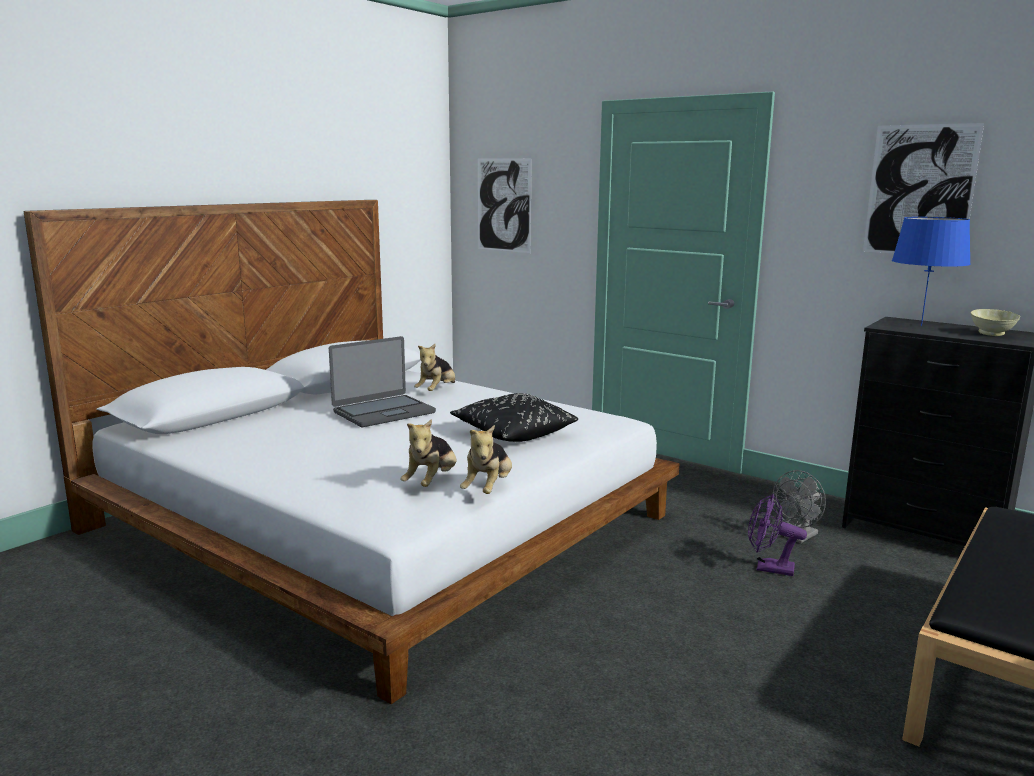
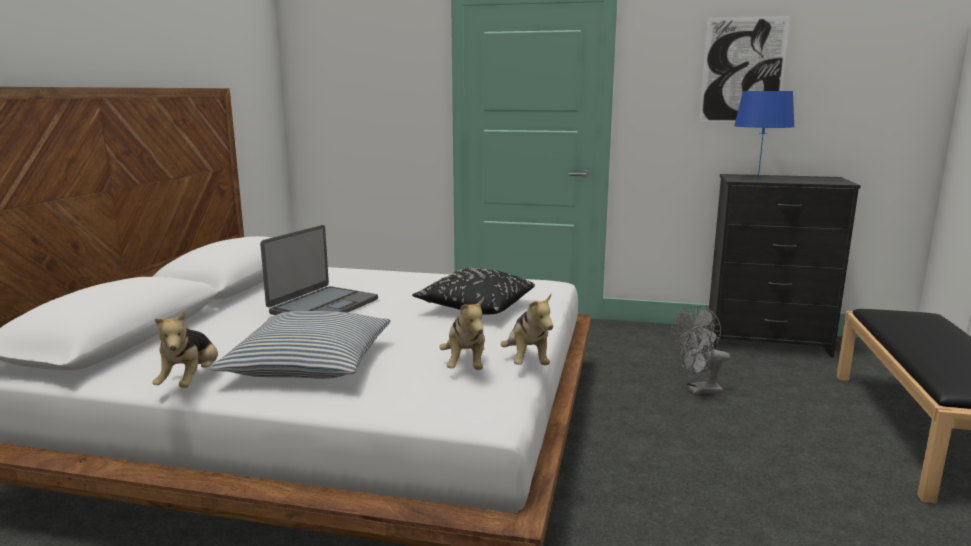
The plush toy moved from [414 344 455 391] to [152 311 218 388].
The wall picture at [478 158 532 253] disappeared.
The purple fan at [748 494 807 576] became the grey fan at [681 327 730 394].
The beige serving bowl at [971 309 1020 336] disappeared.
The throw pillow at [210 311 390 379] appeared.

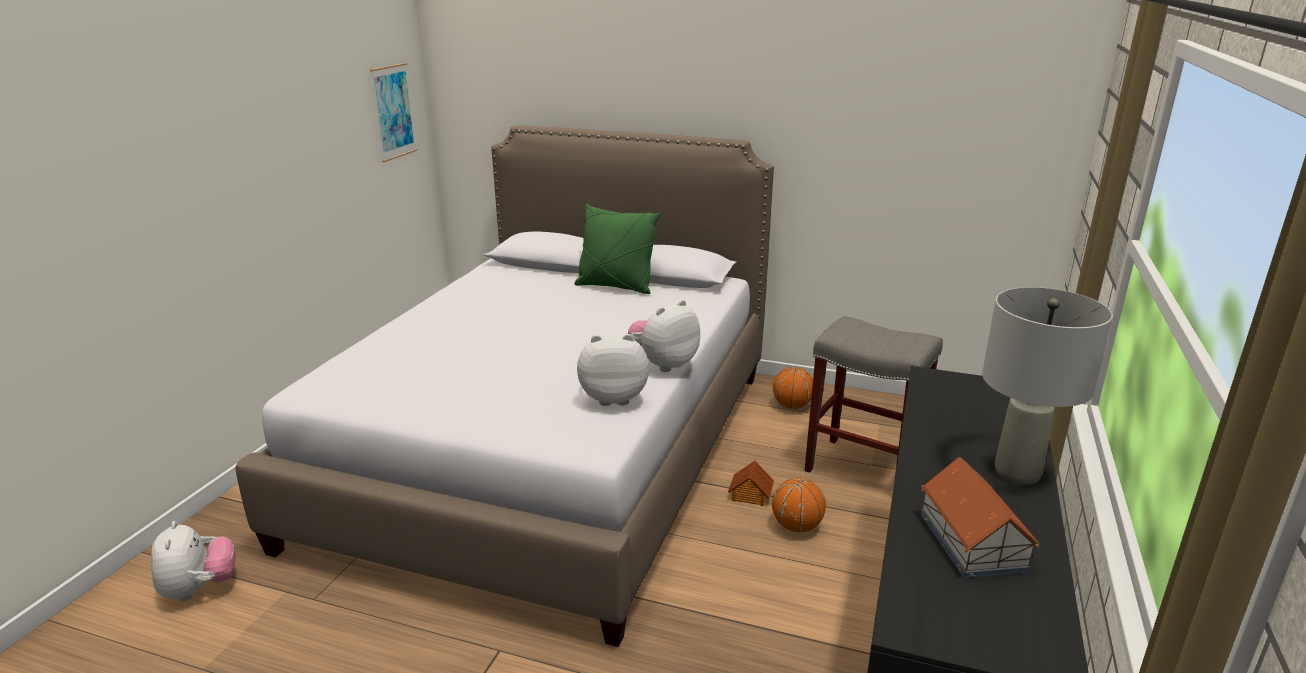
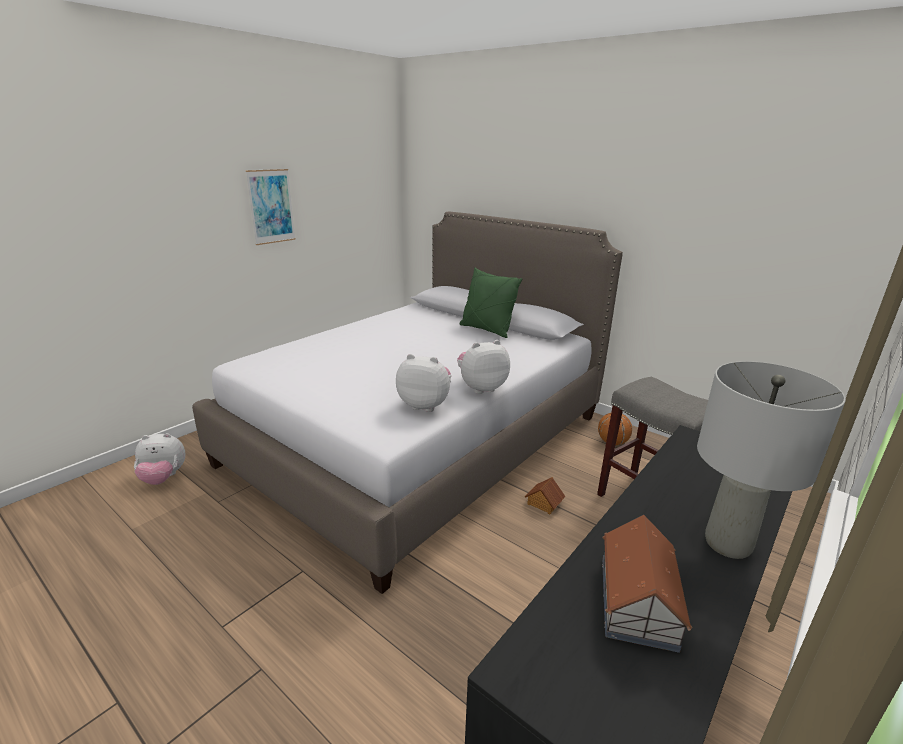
The plush toy at [151 521 236 601] turned 75 degrees clockwise.
The wall picture moved from [370 63 417 162] to [246 169 296 245].
The ball for basketball at [772 478 826 532] disappeared.

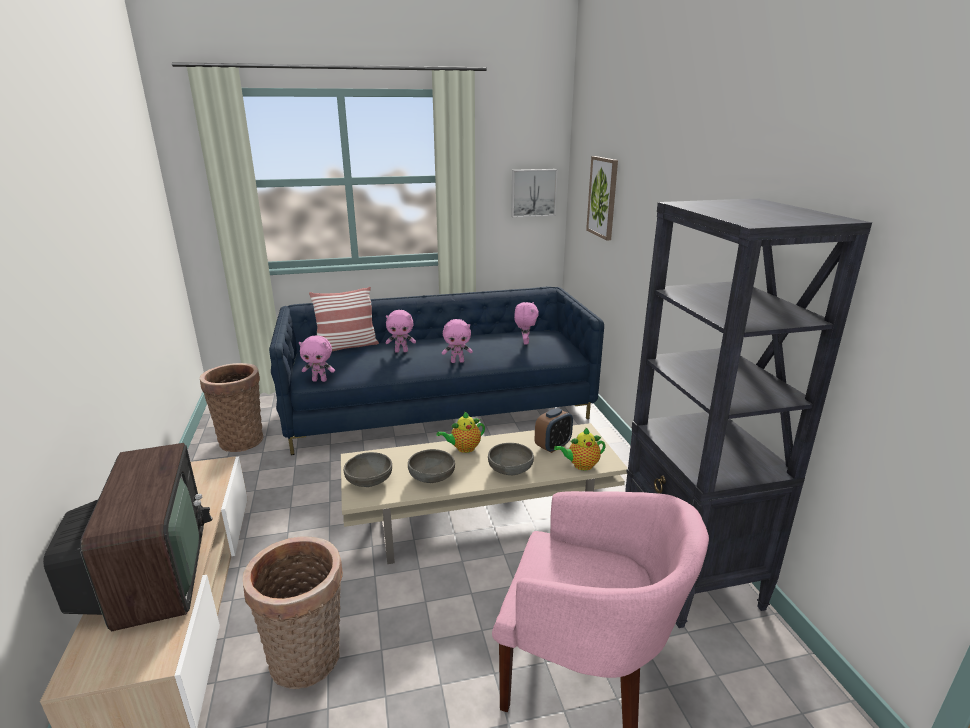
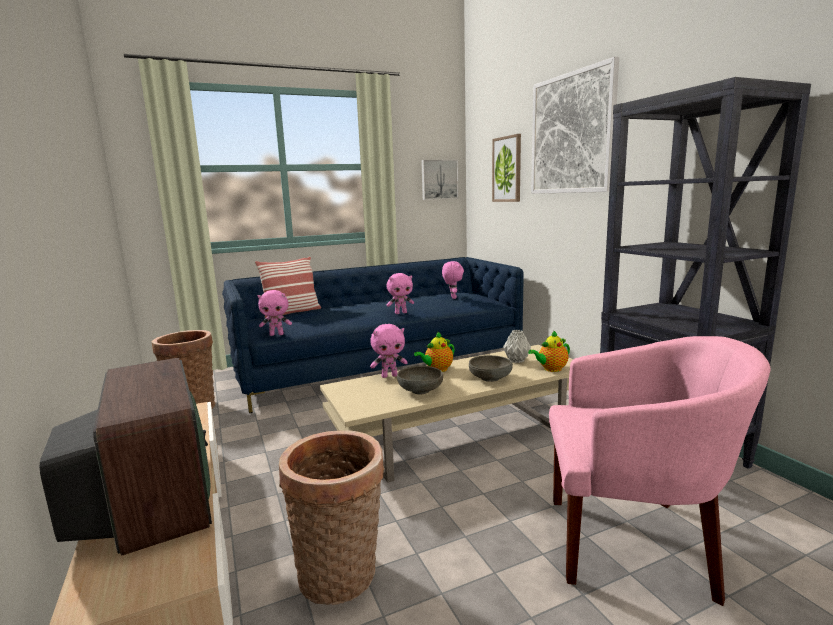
The grey serving bowl at [344 452 392 487] disappeared.
The pink plush toy moved from [386 310 416 352] to [370 324 408 378].
The bedside clock at [535 408 573 453] was replaced by the grey decorative vase at [503 330 531 363].
The wall picture at [531 57 619 194] appeared.

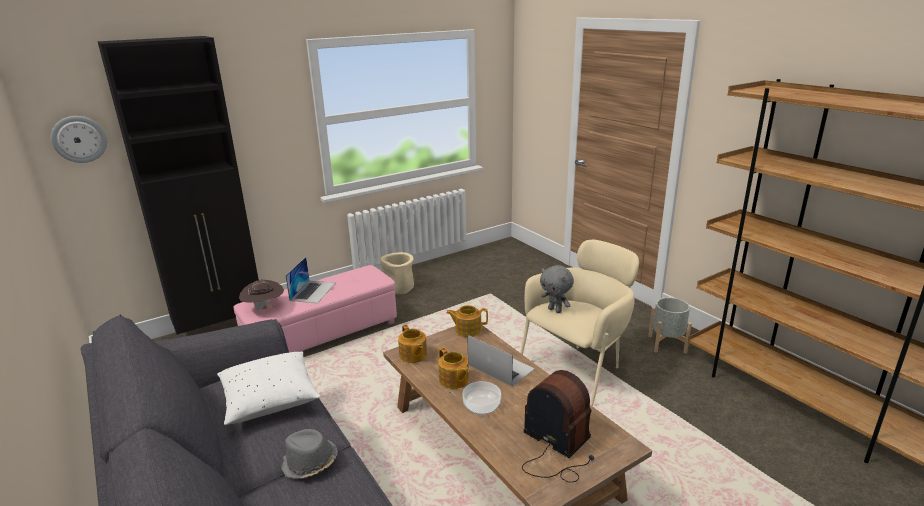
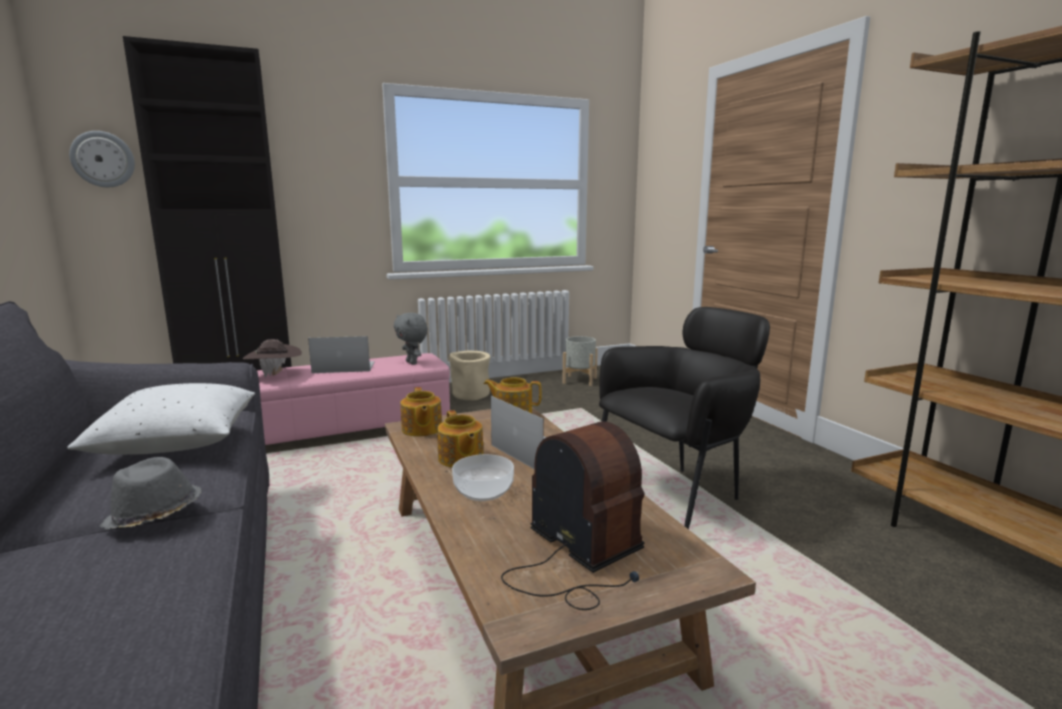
The notebook computer at [285 257 335 303] turned 120 degrees counterclockwise.
The beige easy chair at [520 240 639 406] became the black easy chair at [599 307 770 529].
The grey plush toy moved from [540 265 574 313] to [394 313 428 365].
The grey planter moved from [648 297 692 354] to [562 336 598 386].

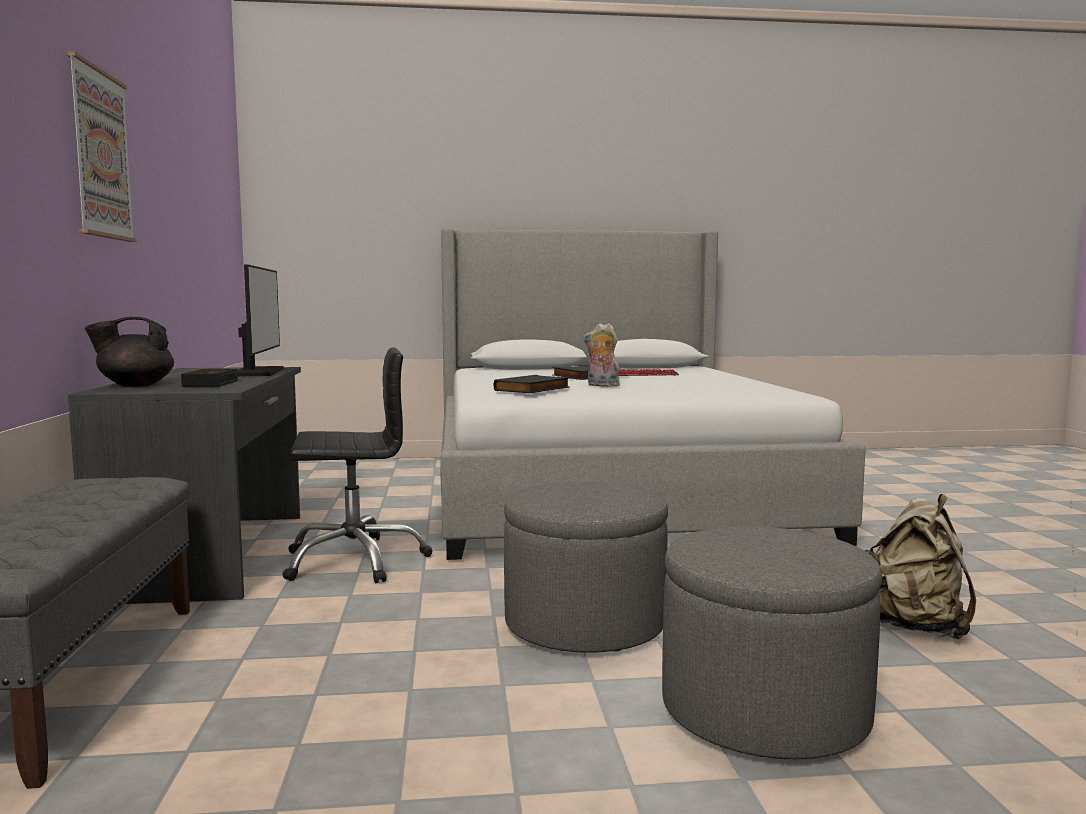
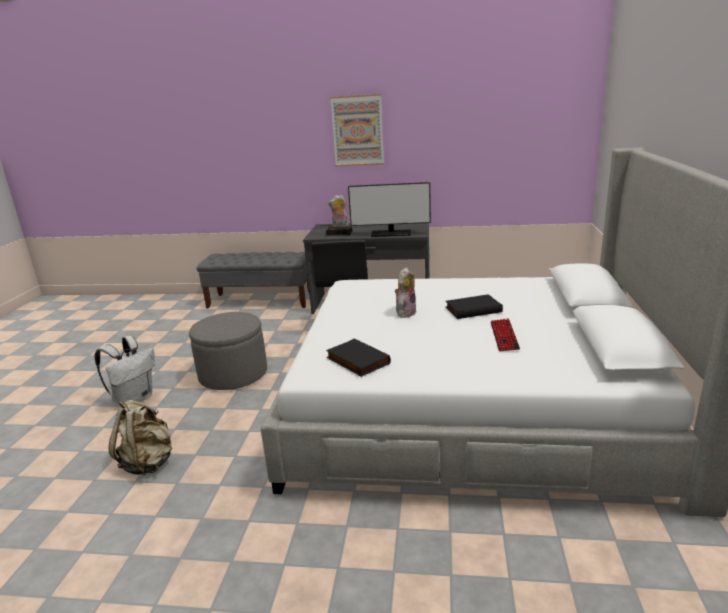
The black tea pot at [85 317 174 387] was replaced by the plush toy at [328 195 349 227].
The black volume moved from [494 375 570 393] to [326 339 391 377].
The grey ottoman at [662 526 882 759] was replaced by the white rucksack at [94 336 155 404].

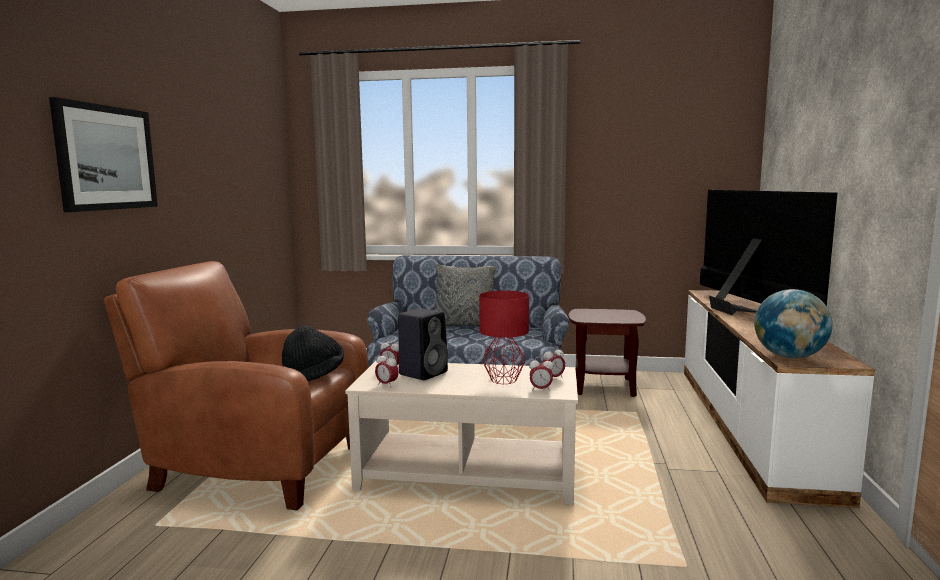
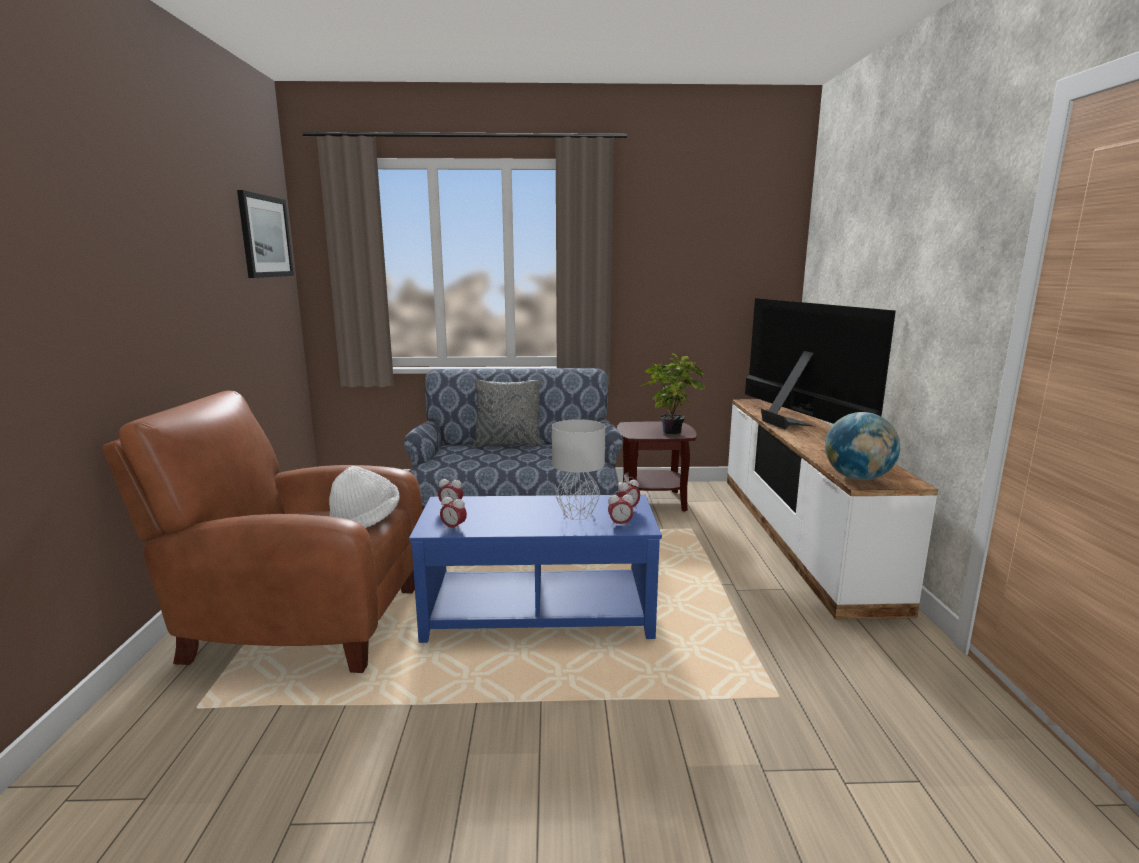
The wall picture moved from [49 97 158 212] to [237 190 294 278].
The black wearable hat at [282 325 344 381] became the white wearable hat at [329 466 400 528].
The beige low table at [345 361 578 505] became the blue-coloured low table at [409 495 662 643].
The black speaker at [398 308 448 380] disappeared.
The reddish lamp for a table at [479 291 529 384] became the grey lamp for a table at [552 419 605 520].
The potted plant at [641 353 705 435] appeared.

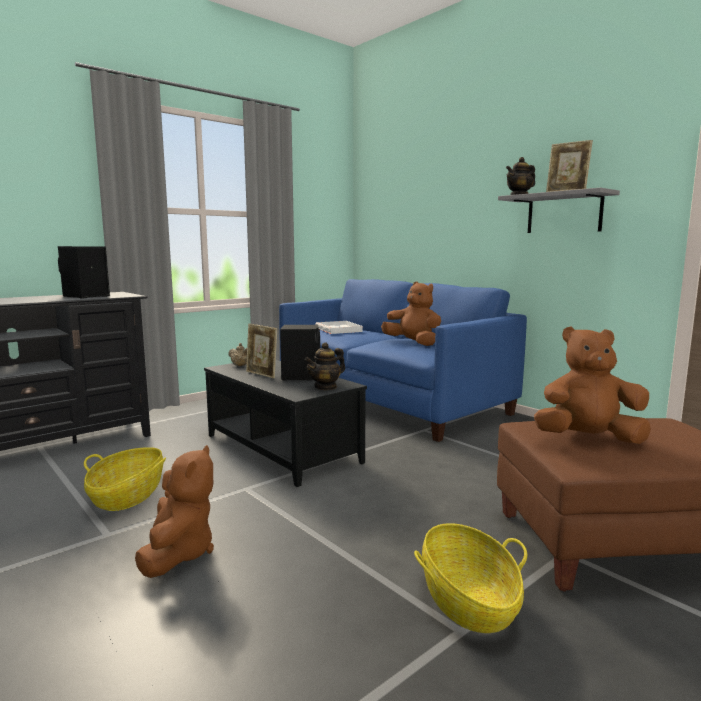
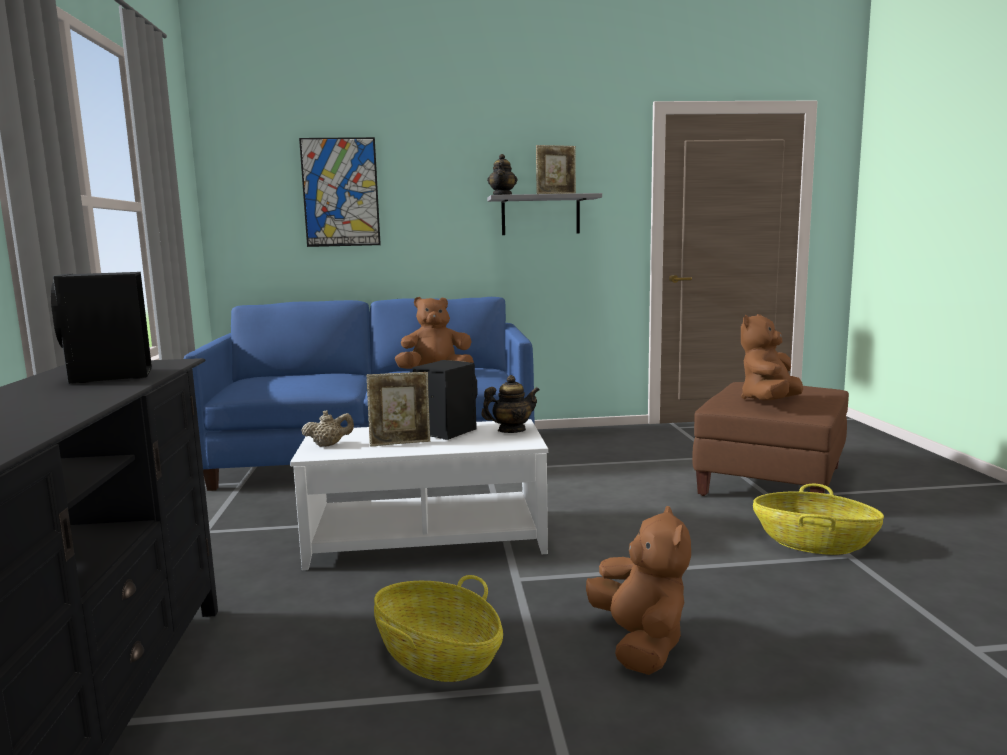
The brown plush toy at [135 445 214 578] turned 45 degrees clockwise.
The black low table at [204 360 367 487] became the white low table at [290 419 548 570].
The tea pot at [305 342 345 390] turned 105 degrees counterclockwise.
The white tray at [315 321 363 334] disappeared.
The wall picture at [299 137 381 247] appeared.

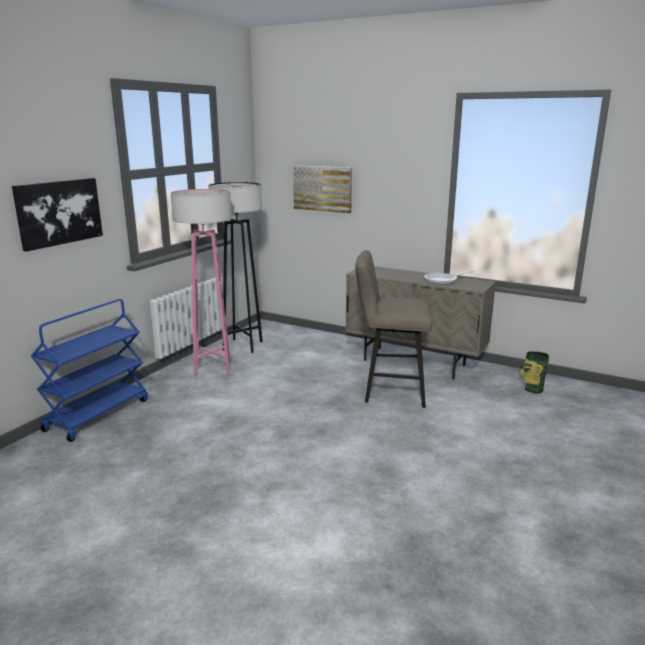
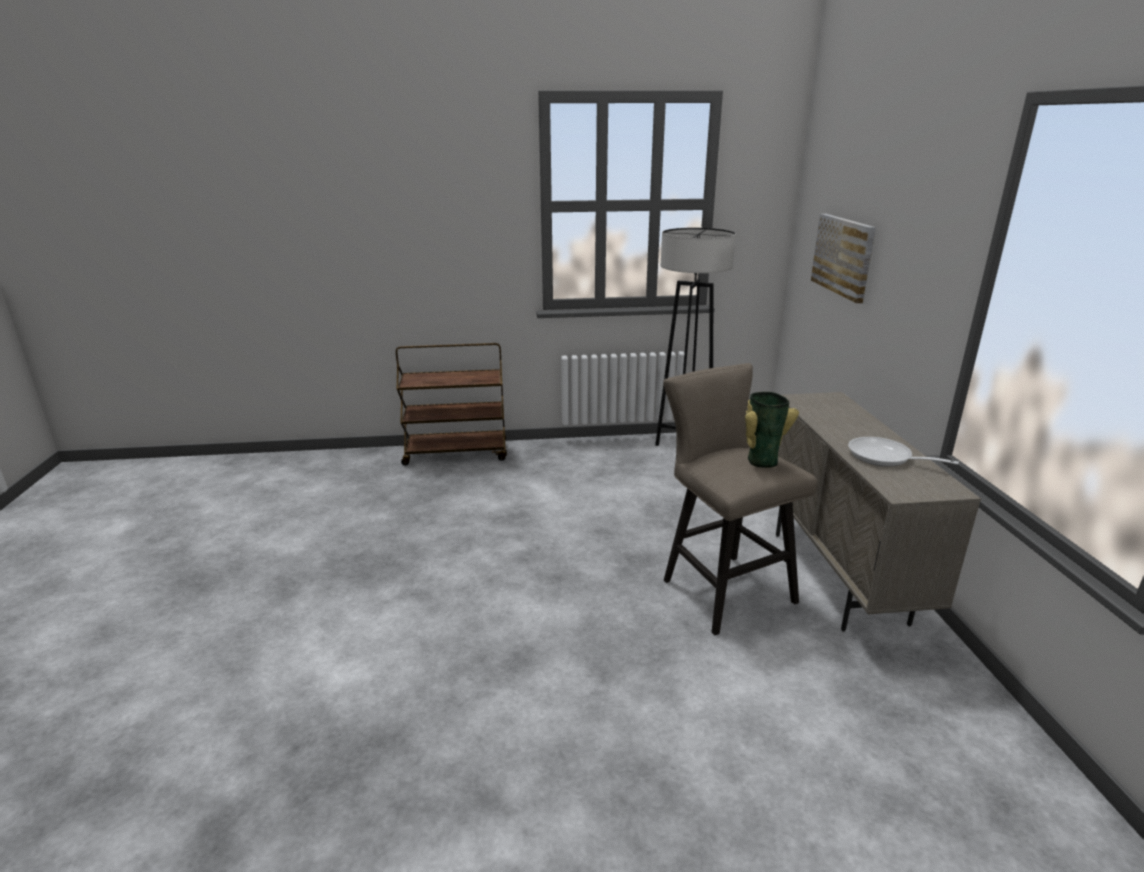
The wall picture at [12 178 103 251] disappeared.
The blue-coloured cart at [31 299 148 442] became the brown cart at [396 343 507 466].
The pink floor lamp at [171 189 232 378] disappeared.
The decorative vase moved from [520 351 549 394] to [745 392 799 468].

